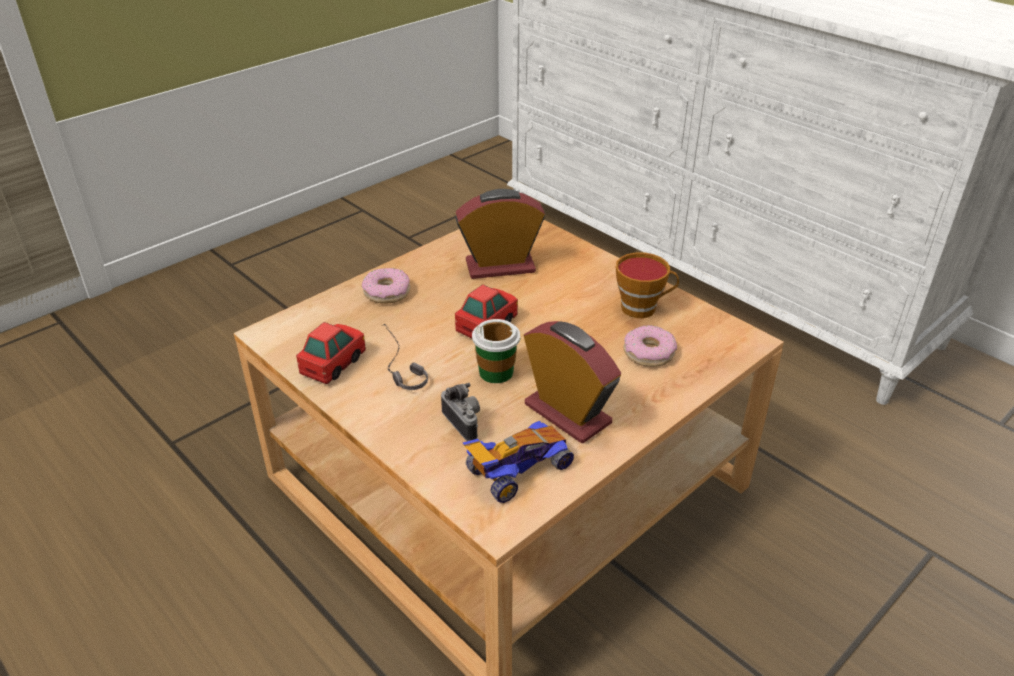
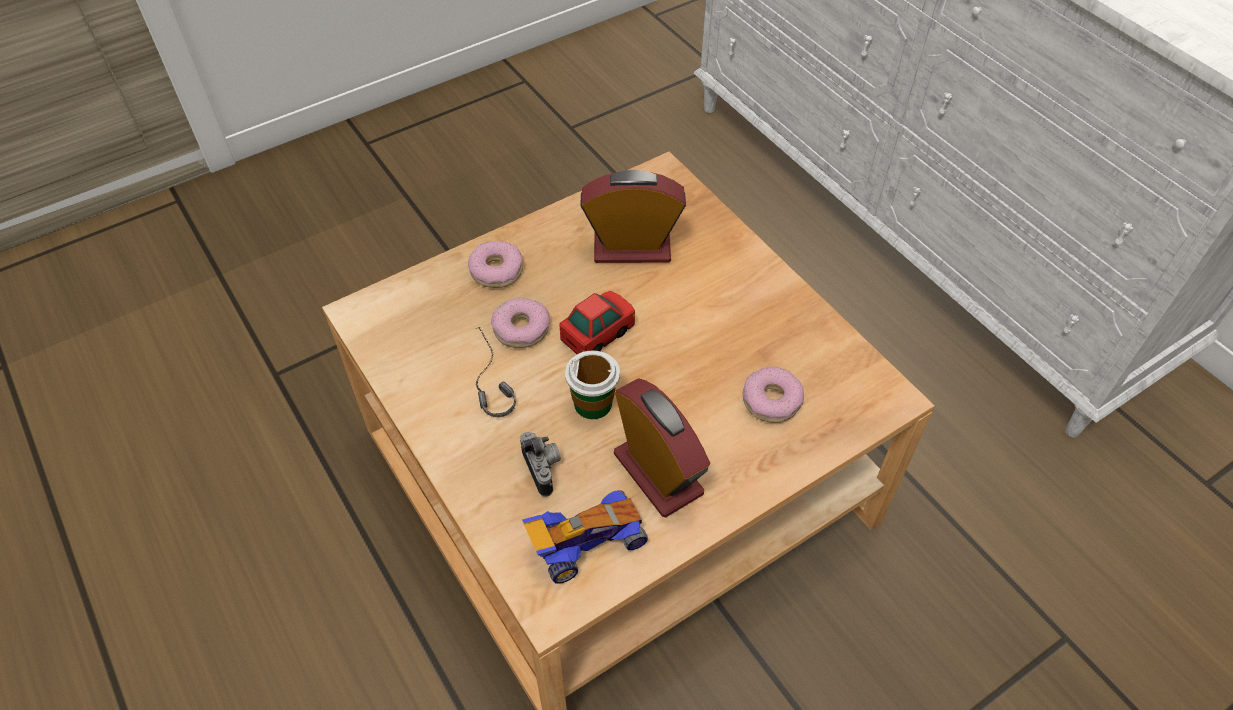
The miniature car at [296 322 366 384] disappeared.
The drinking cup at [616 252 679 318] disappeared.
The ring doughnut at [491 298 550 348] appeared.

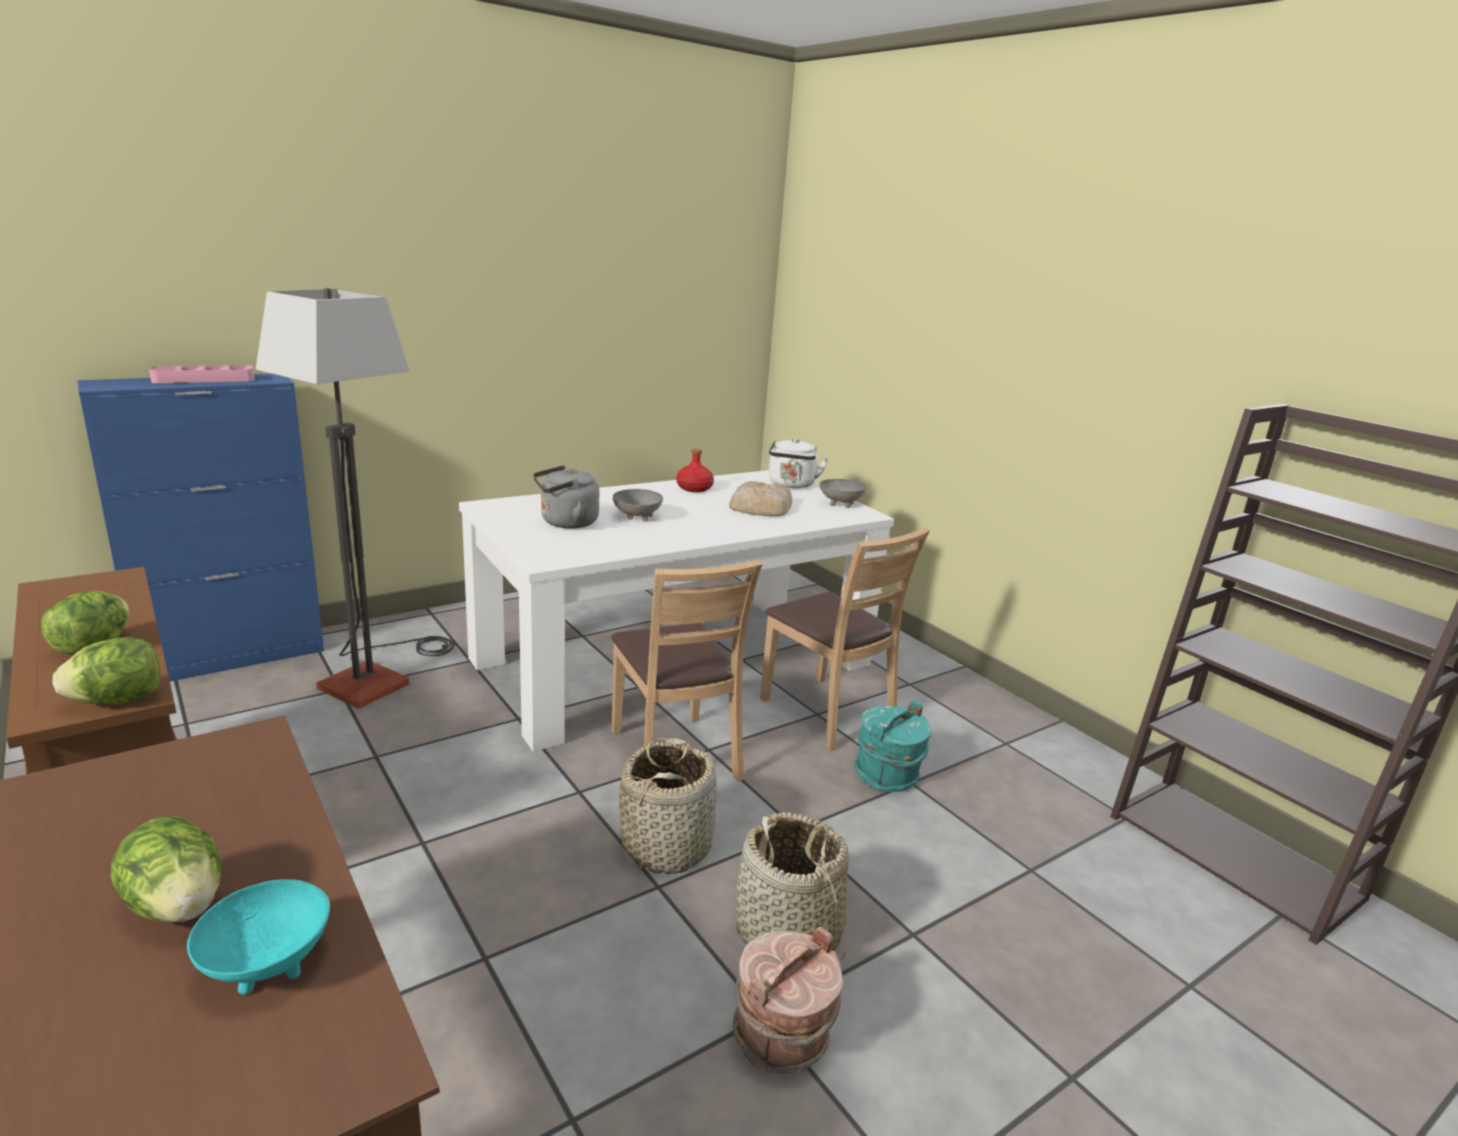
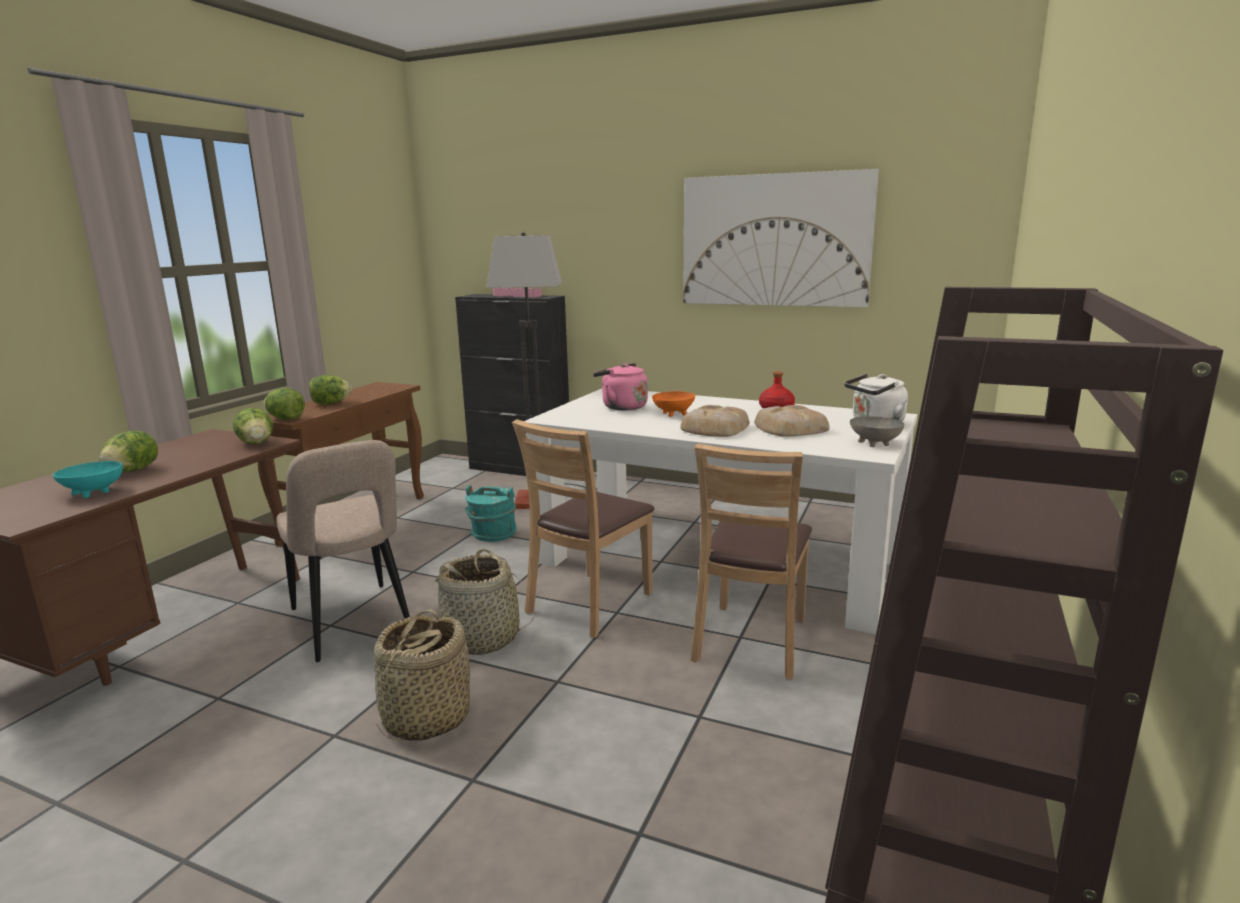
The blue-coloured cupboard at [77 373 324 681] became the black cupboard at [455 294 569 476].
The grey water kettle at [533 465 599 528] became the pink water kettle at [593 363 648 411].
The grey serving bowl at [613 489 663 522] became the orangey serving bowl at [652 391 695 417].
The brown pail at [733 927 843 1074] disappeared.
The turquoise-coloured pail moved from [855 700 931 792] to [465 485 517 542].
The lettuce at [233 408 273 444] appeared.
The beige chair at [276 440 410 662] appeared.
The bread at [680 405 749 437] appeared.
The wall picture at [683 169 879 307] appeared.

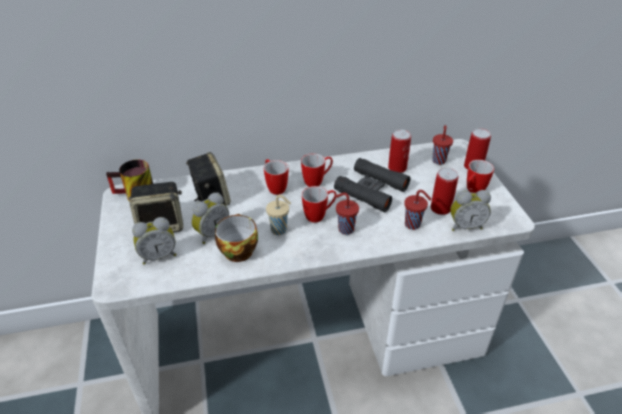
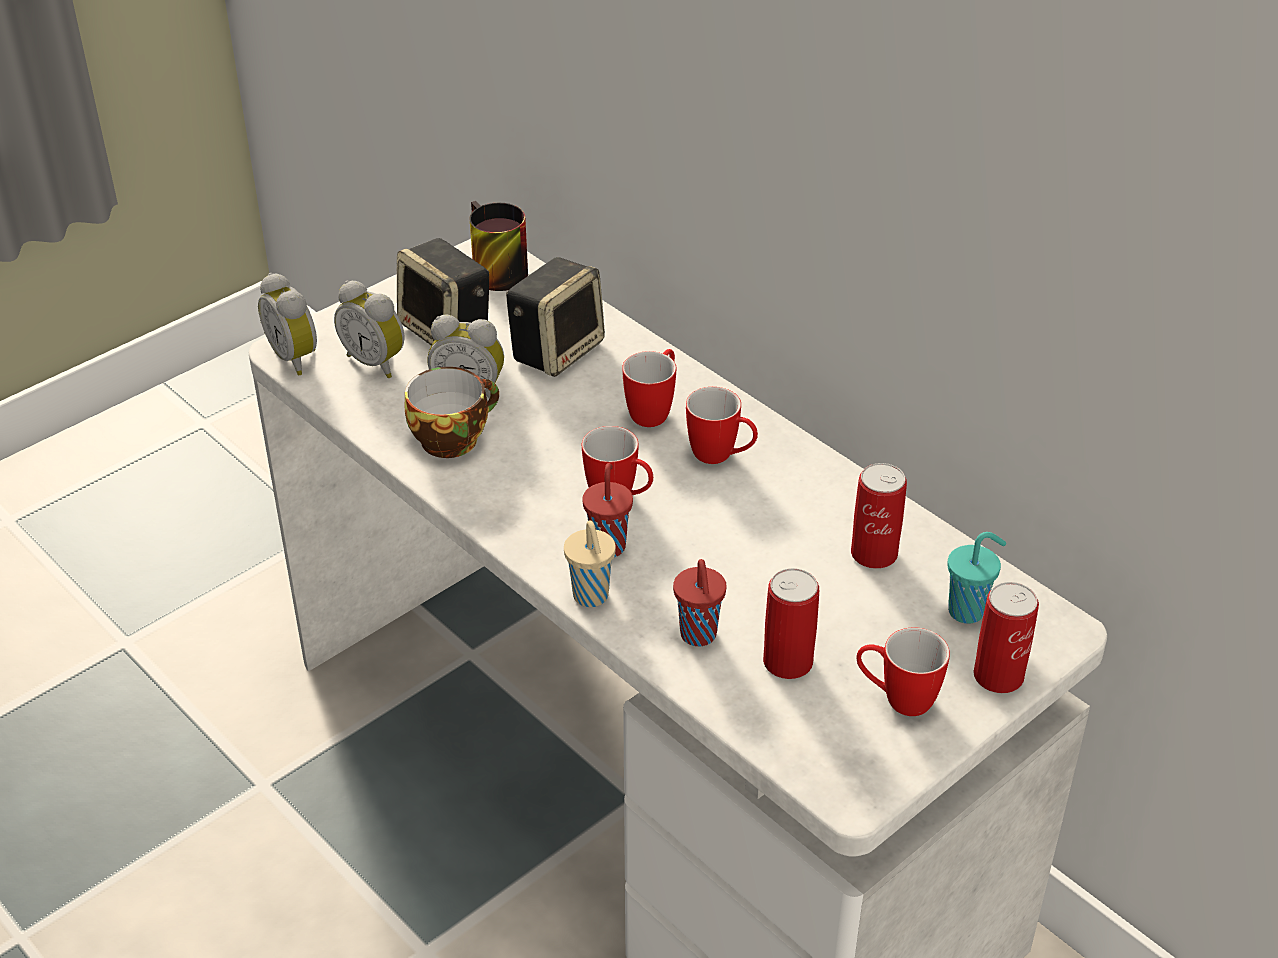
The beige drinking cup moved from [266 195 291 235] to [564 521 616 607].
The black field glasses at [334 158 410 212] disappeared.
The reddish drinking cup at [432 125 453 165] became the turquoise-coloured drinking cup at [947 532 1006 624].
The bedside clock moved from [450 190 491 231] to [258 273 317 375].

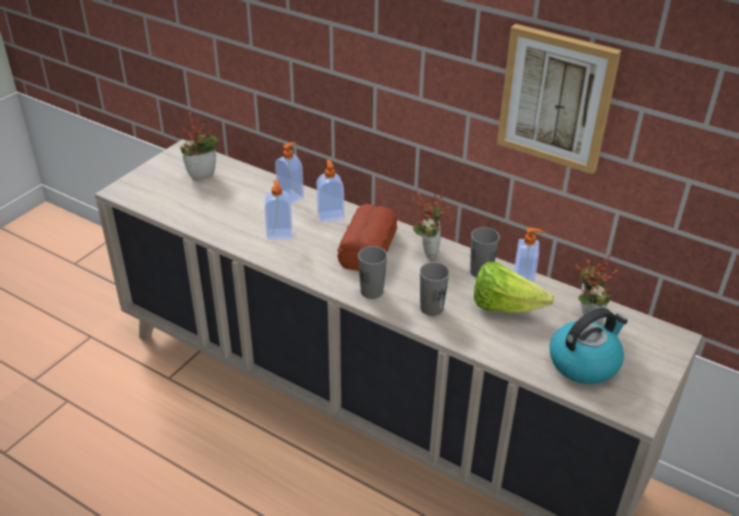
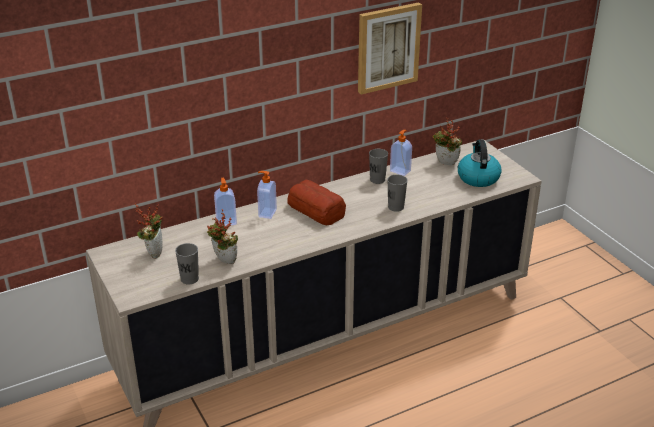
The liquid soap bottle at [265 180 292 240] disappeared.
The grey drinking cup moved from [358 246 387 299] to [175 243 199 284].
The potted plant moved from [413 190 449 260] to [207 209 238 264].
The lettuce at [474 262 555 313] disappeared.

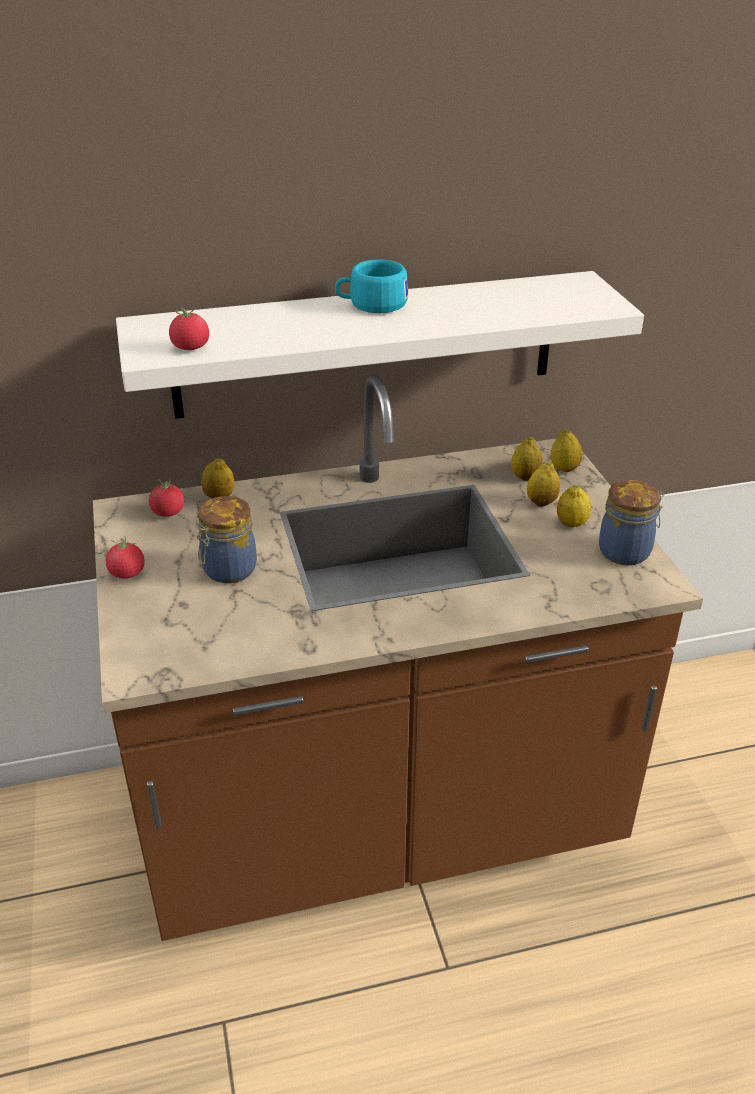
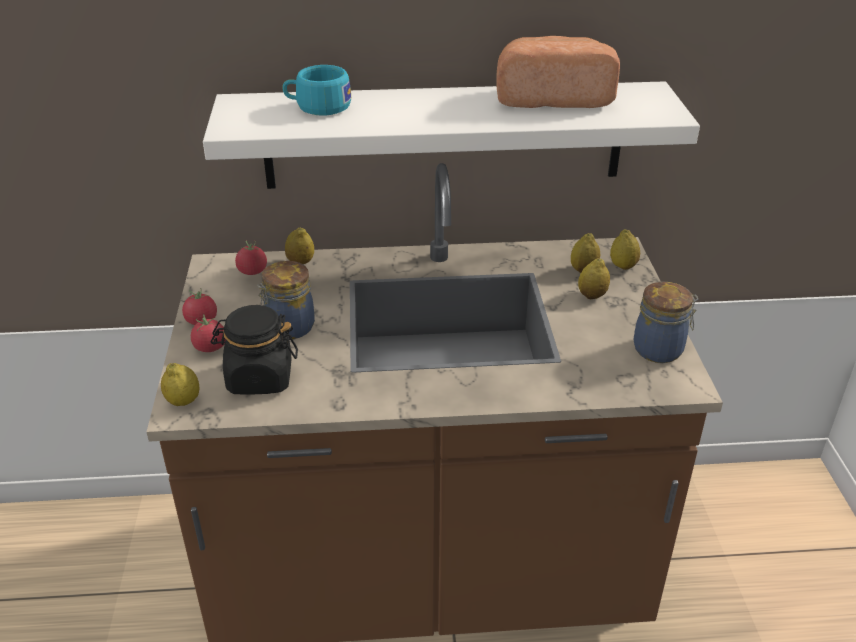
The fresh tomato moved from [169 307 209 350] to [191 314 226 352].
The turquoise-coloured drinking cup moved from [335 259 408 313] to [282 65 351 116].
The lemon moved from [557 485 591 527] to [161 363 199 406].
The black storage jar at [211 305 298 395] appeared.
The bread at [496 36 620 108] appeared.

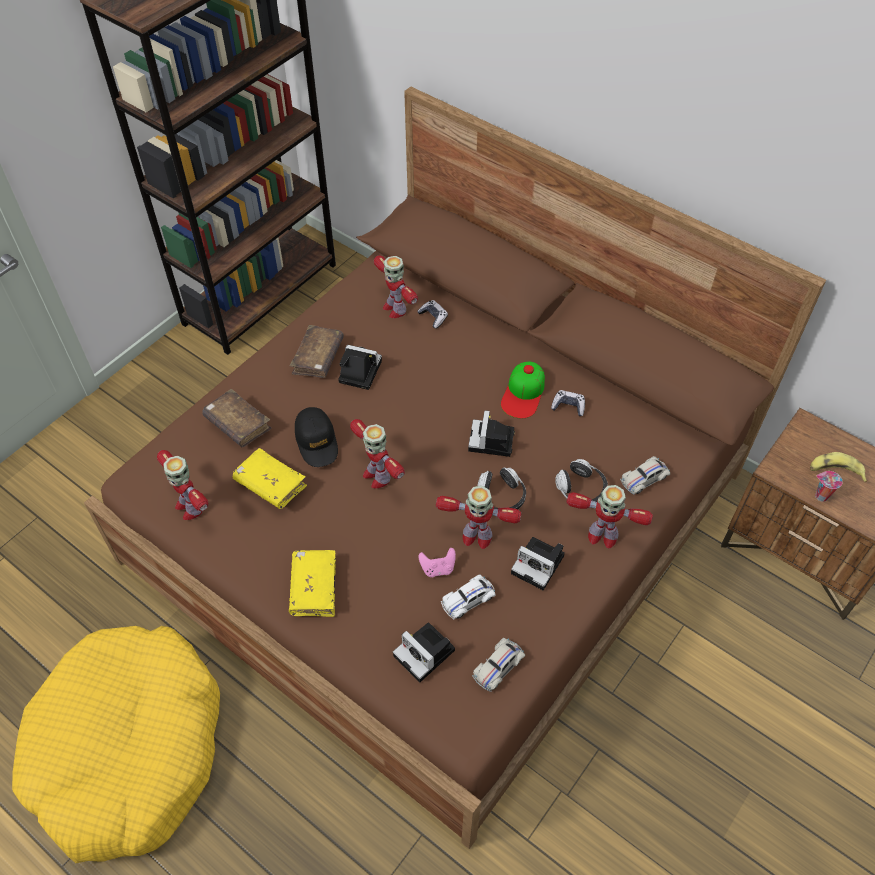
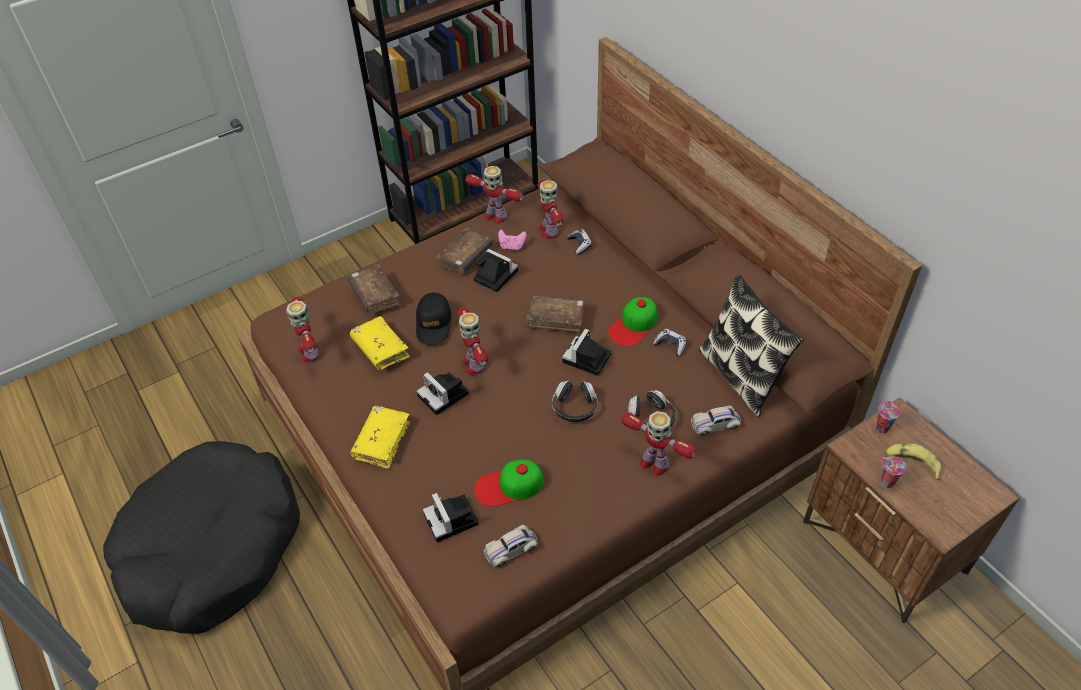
The yellowish dog cushion at [12 626 220 863] became the black dog cushion at [103 441 300 634].
The pink joypad moved from [419 548 456 577] to [498 229 527 250].
The robot figure moved from [436 486 521 549] to [466 166 523 224].
The white miniature car at [441 574 495 619] was replaced by the peaked cap at [474 459 544 507].
The photo camera moved from [511 537 565 590] to [417 372 469 415].
The brown volume at [527 294 585 333] appeared.
The throw pillow at [699 274 804 417] appeared.
The drinking cup at [876 401 900 433] appeared.

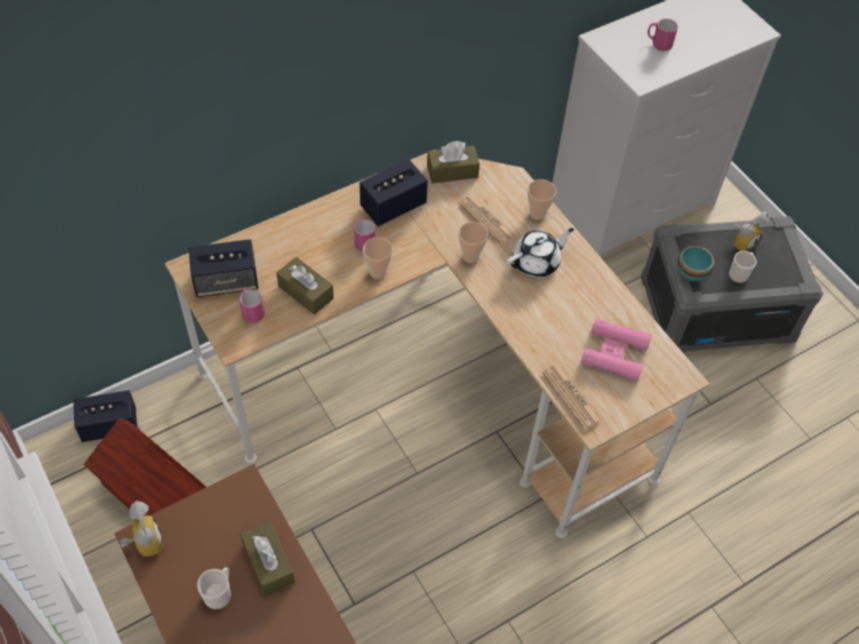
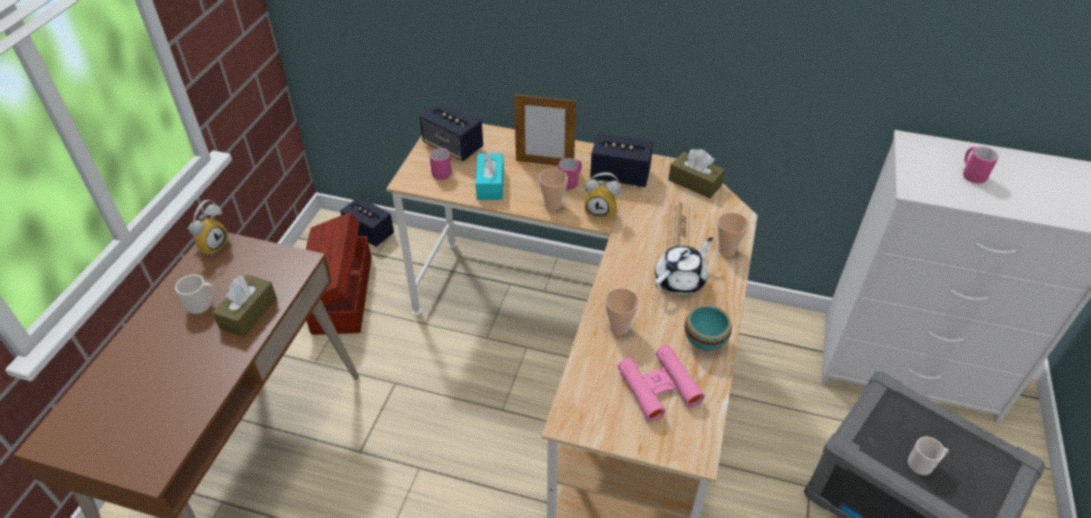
The brown box of tissues at [276 257 334 315] became the turquoise-coloured box of tissues at [476 150 504 200].
The drinking cup moved from [458 222 488 263] to [605 288 639 335].
The white tea pot at [507 228 574 277] turned 60 degrees counterclockwise.
The daily paper at [542 364 602 430] disappeared.
The turquoise-coloured serving bowl moved from [677 246 714 281] to [685 305 732 351].
The bedside clock moved from [733 212 769 252] to [585 172 622 220].
The photo frame at [514 93 576 166] appeared.

